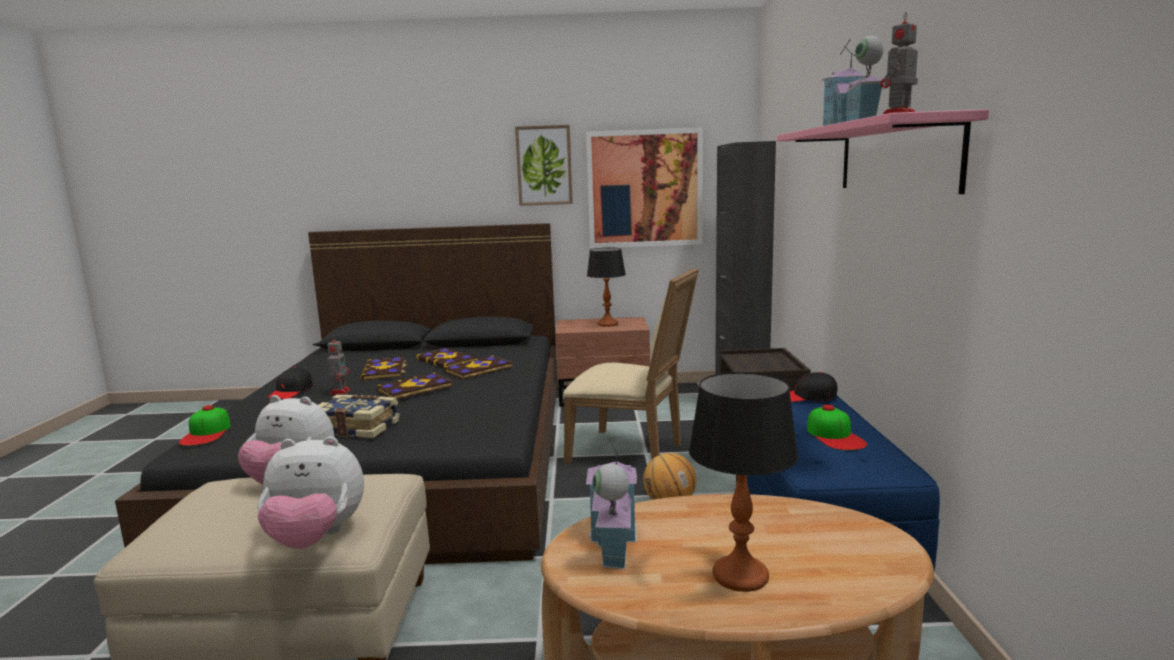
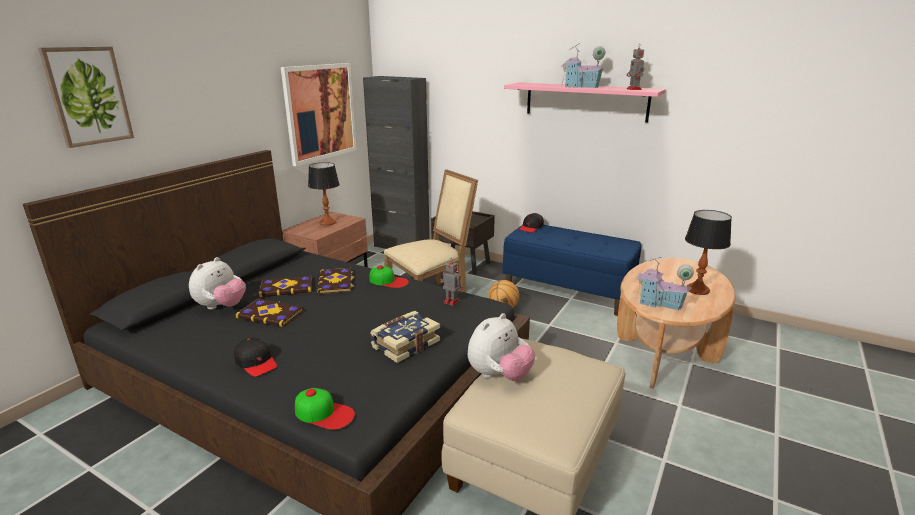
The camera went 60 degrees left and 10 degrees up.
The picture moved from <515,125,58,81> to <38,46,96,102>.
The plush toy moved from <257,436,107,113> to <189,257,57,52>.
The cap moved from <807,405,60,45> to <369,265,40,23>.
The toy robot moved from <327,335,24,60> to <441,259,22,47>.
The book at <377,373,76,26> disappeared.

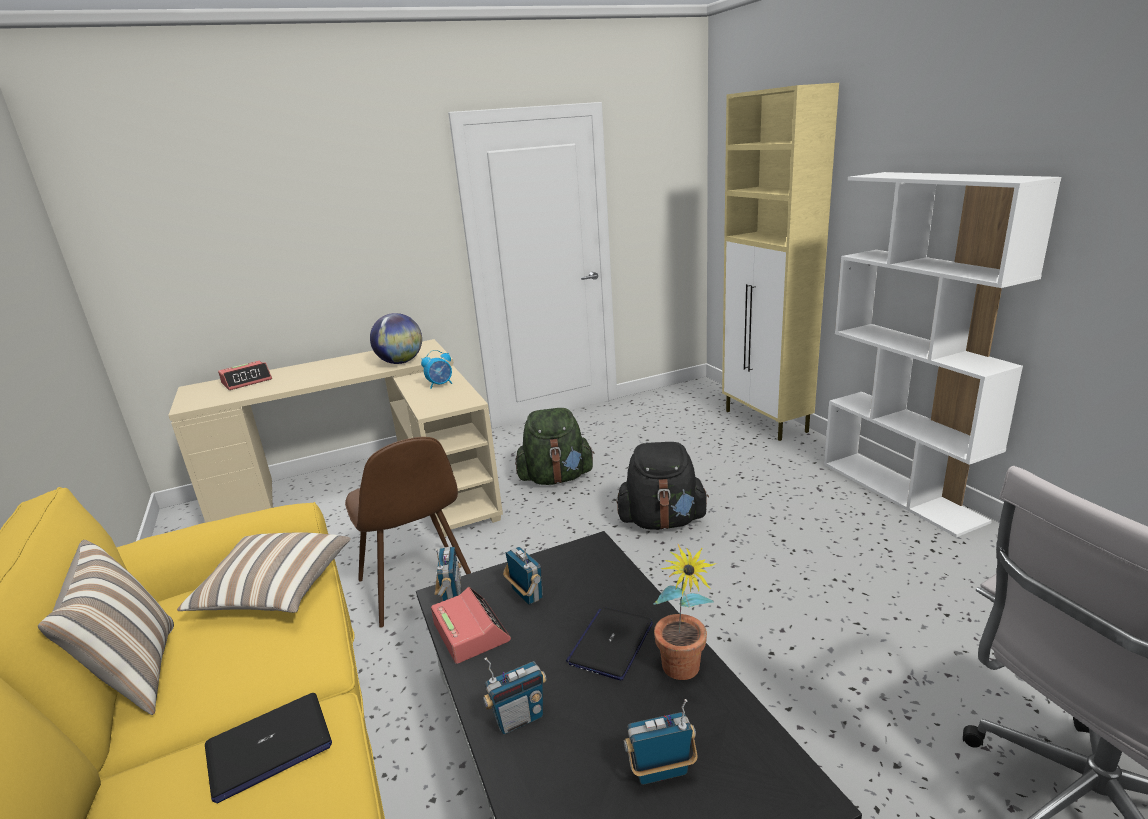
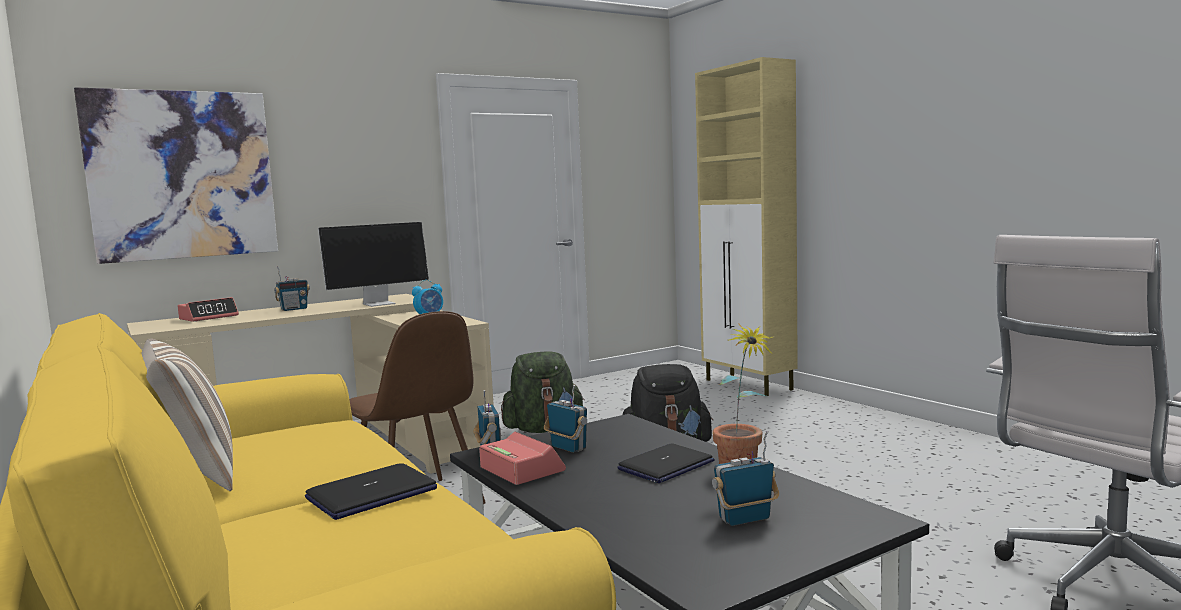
The camera went 10 degrees left and 15 degrees down.
The picture at <74,87,204,177> appeared.
The radio moved from <483,657,64,77> to <274,266,36,45>.
The globe at <370,313,52,51> was replaced by the monitor at <318,222,111,85>.
The laptop at <566,607,87,73> turned 150 degrees counterclockwise.
The pillow at <177,533,174,80> disappeared.
The white bookcase at <824,172,237,365> disappeared.

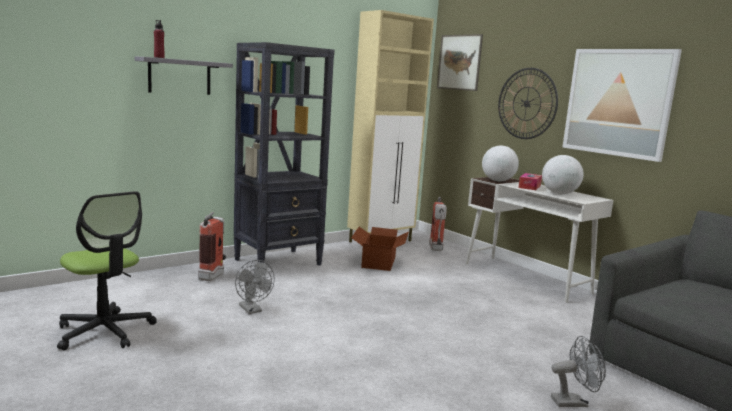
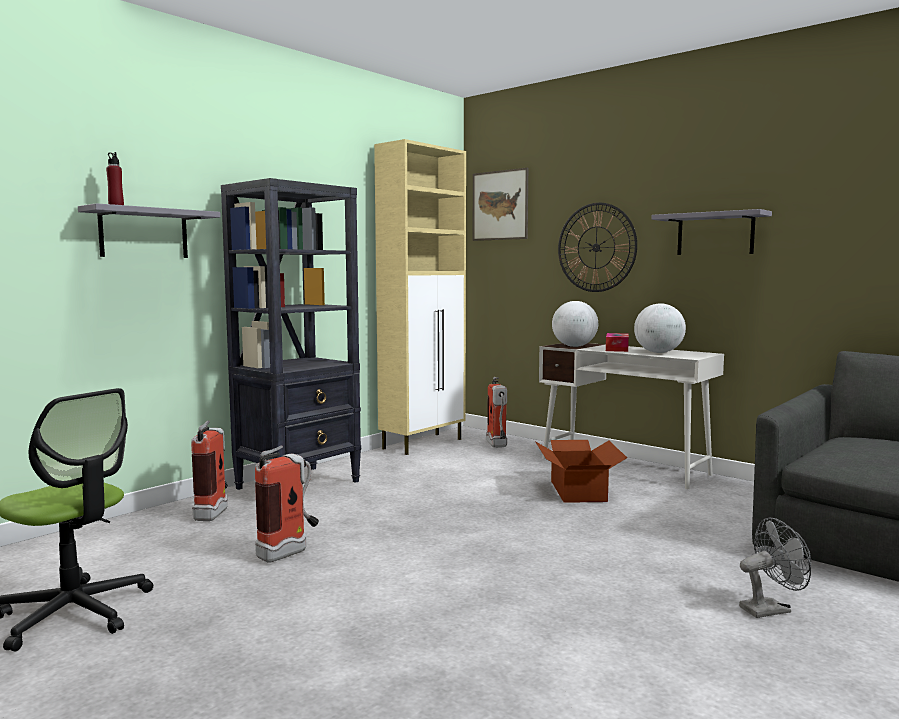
The camera went 10 degrees left and 5 degrees down.
The grey fan at <235,260,40,54> was replaced by the fire extinguisher at <255,445,64,118>.
The cardboard box moved from <351,227,58,44> to <535,440,92,63>.
The picture at <562,49,120,113> was replaced by the grey shelf at <651,209,121,46>.

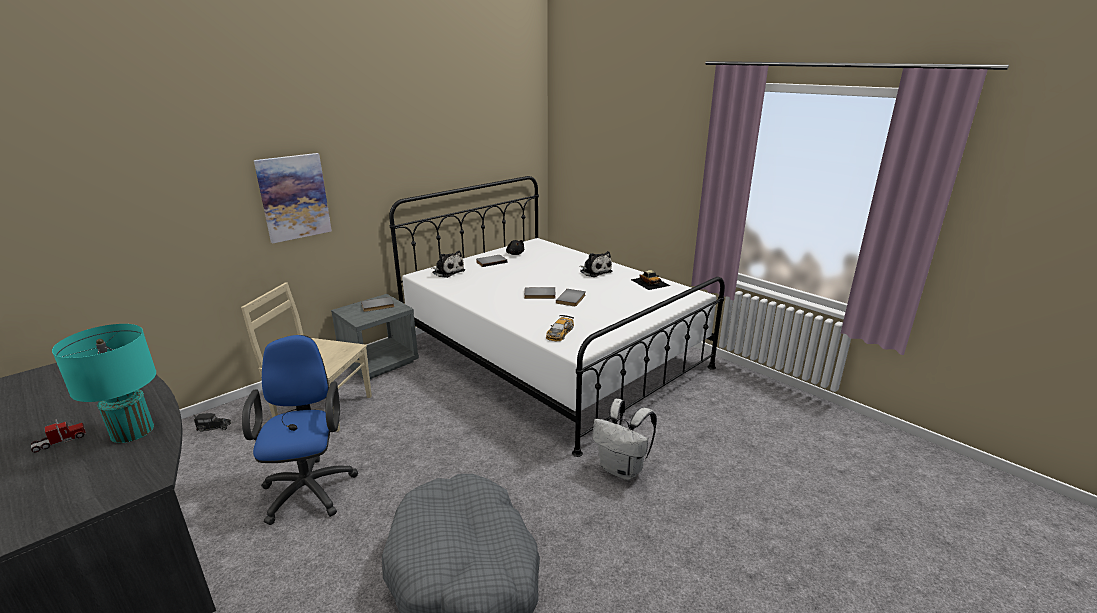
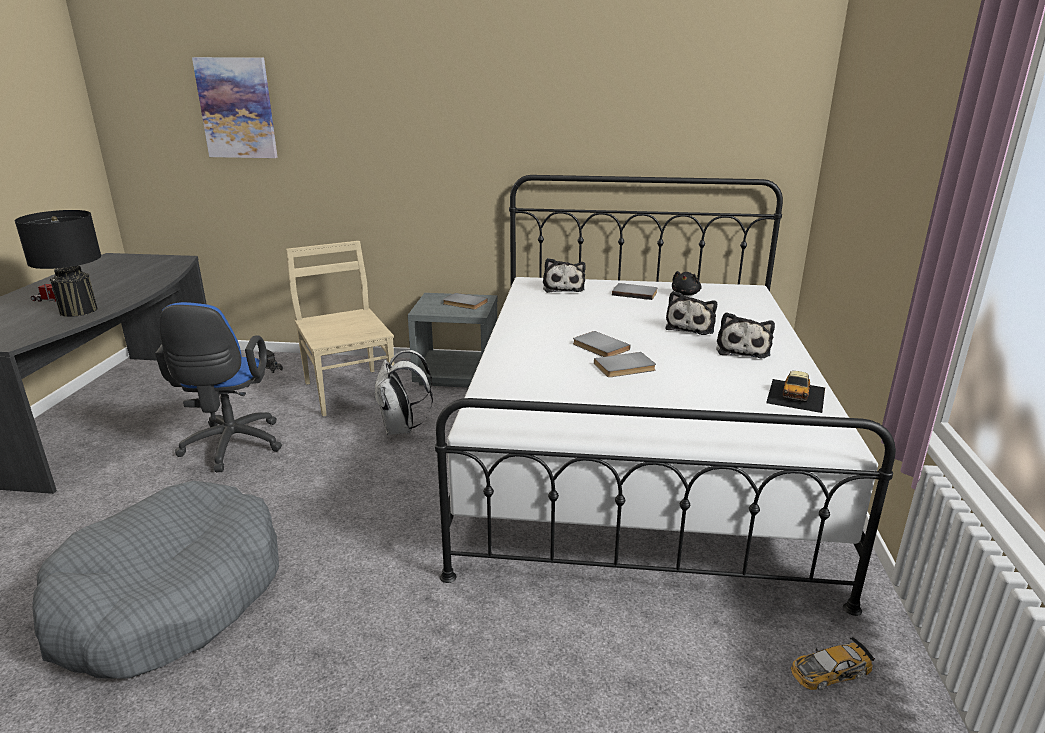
The camera went 50 degrees right and 0 degrees up.
The turquoise table lamp at <52,324,104,119> became the black table lamp at <15,210,86,107>.
The blue office chair at <242,335,116,190> turned 135 degrees clockwise.
The picture moved from <254,153,78,90> to <192,57,86,101>.
The white backpack moved from <592,399,65,81> to <374,350,59,85>.
The plush toy at <666,291,51,44> appeared.
The toy car moved from <546,315,28,26> to <791,637,84,53>.

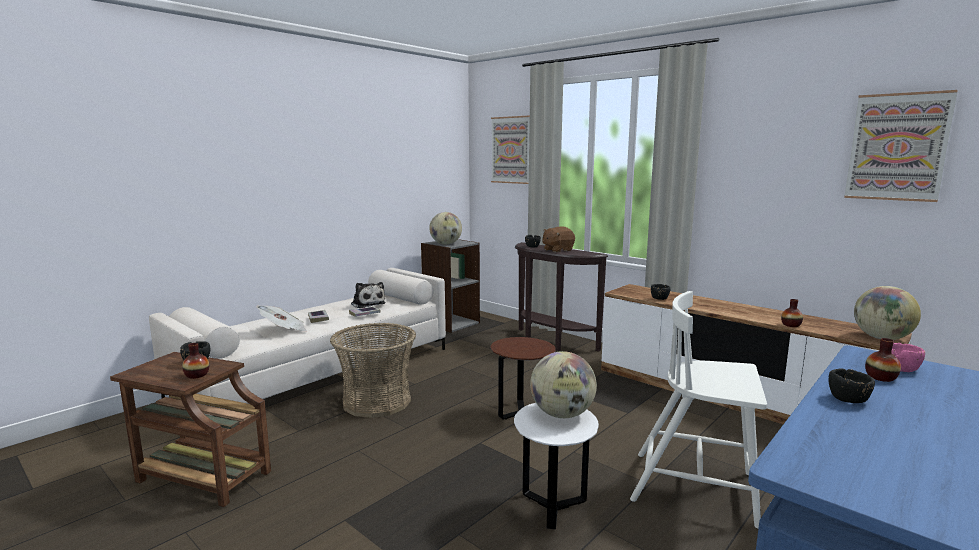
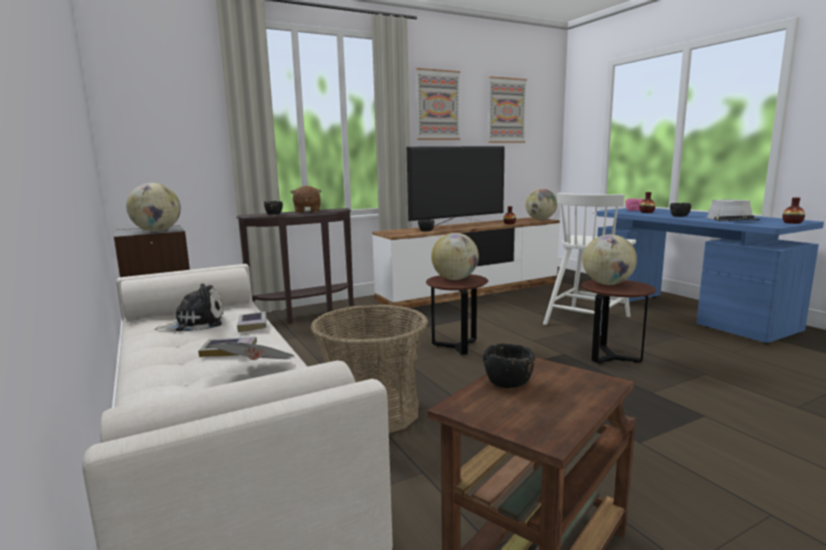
The camera went 70 degrees left and 0 degrees up.
The television at <407,146,98,80> appeared.
The picture moved from <491,115,39,69> to <416,68,44,72>.
The globe at <431,233,48,47> appeared.
The white side table at <514,403,85,126> became the brown side table at <581,280,75,84>.
The grey hat at <707,200,53,21> appeared.
The vase moved from <182,343,27,36> to <782,197,23,27>.

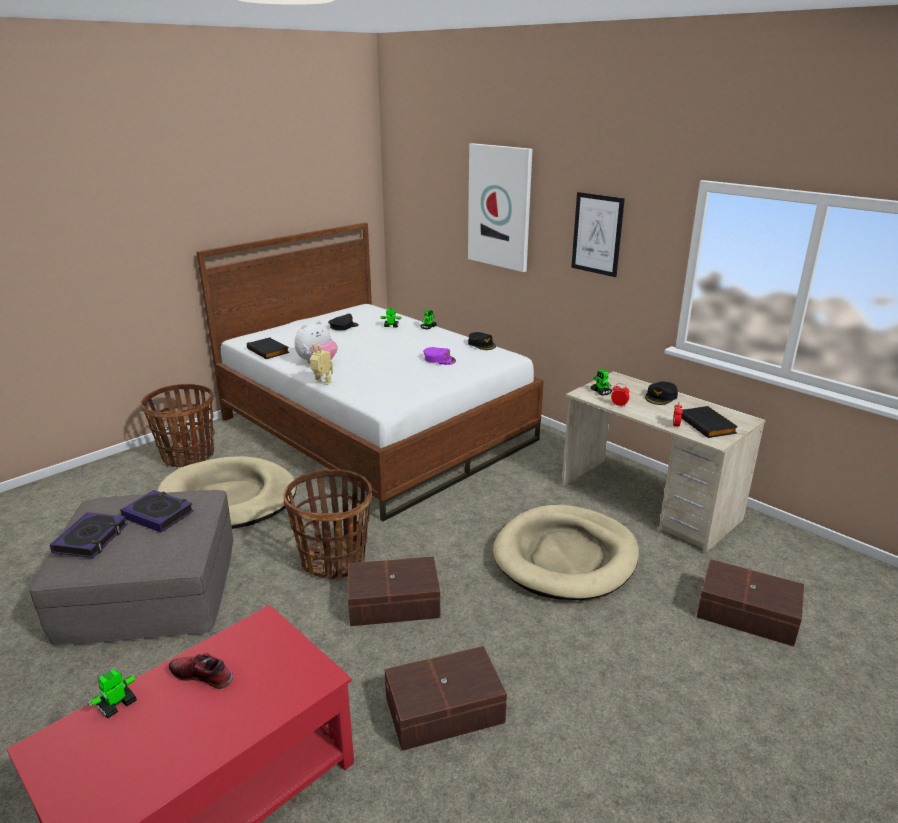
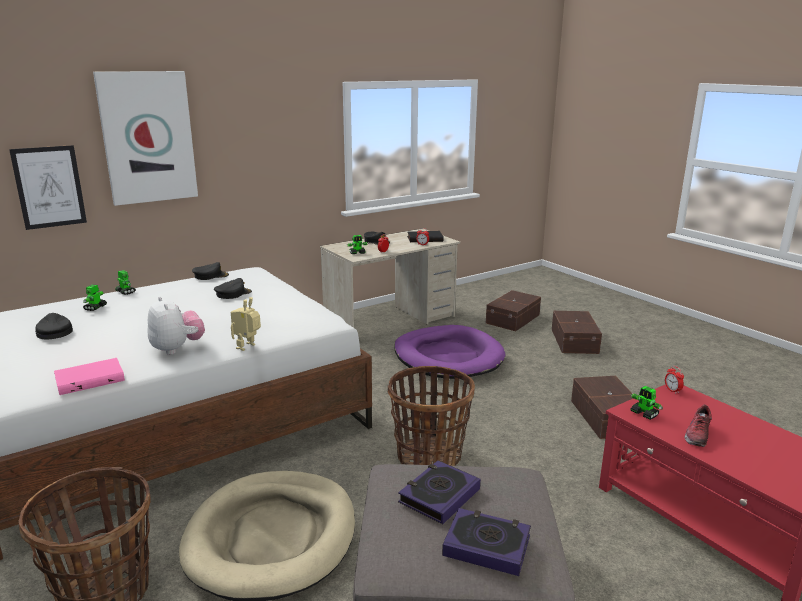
The camera went 80 degrees left and 5 degrees down.
The picture moved from <571,192,54,85> to <9,145,78,85>.
The black book at <247,337,42,22> became the pink book at <54,358,71,37>.
The purple cap at <423,347,33,18> became the black cap at <214,278,38,21>.
The beige dog bed at <493,505,146,95> became the purple dog bed at <394,325,111,54>.
The brown storage box moved from <348,556,92,70> to <552,311,50,43>.
The toy robot moved from <87,669,50,49> to <630,386,33,34>.
The alarm clock at <665,366,19,28> appeared.

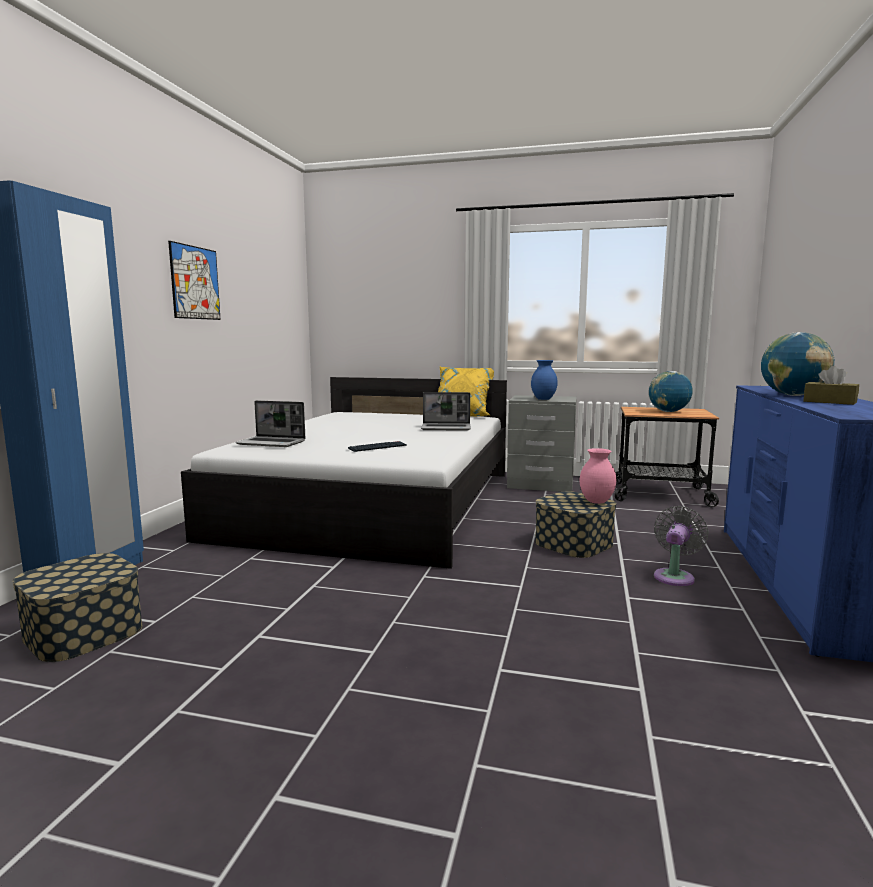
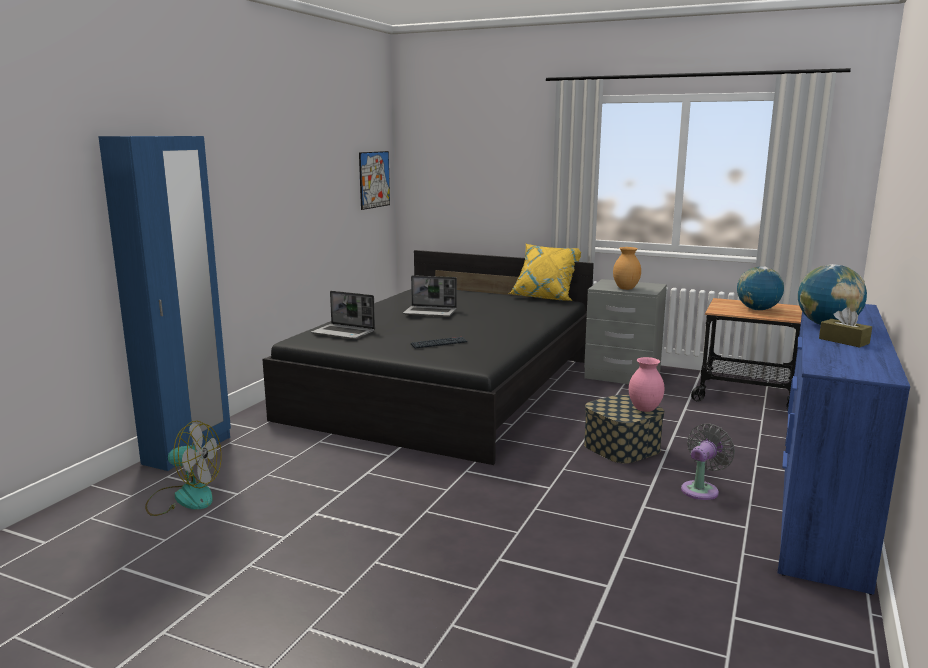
The camera went 10 degrees right and 5 degrees up.
The storage box at <12,553,131,109> was replaced by the fan at <145,421,77,95>.
The white bed at <181,377,326,192> became the black bed at <262,250,332,215>.
The picture moved from <168,241,53,79> to <359,151,31,59>.
The laptop moved from <421,392,50,38> to <403,275,54,42>.
The blue vase at <531,360,27,40> became the brown vase at <613,247,28,43>.

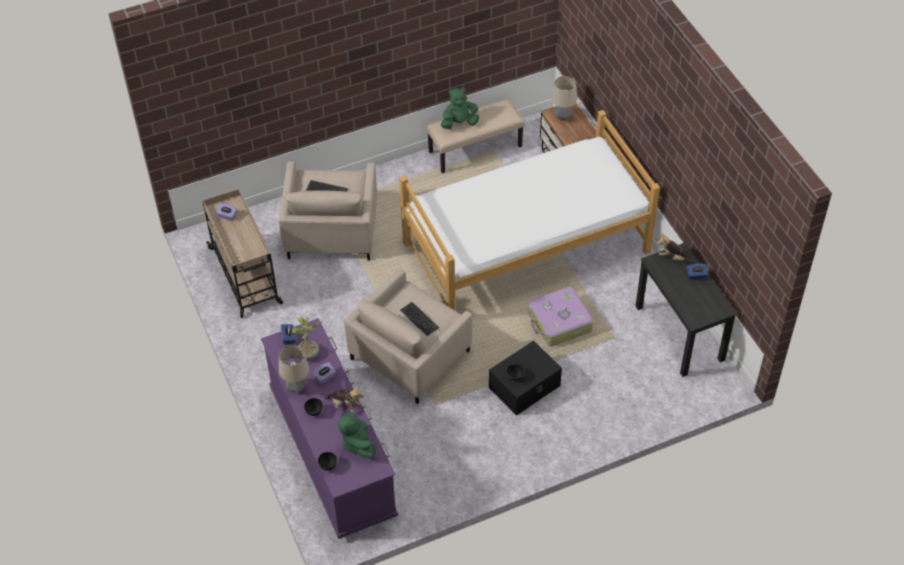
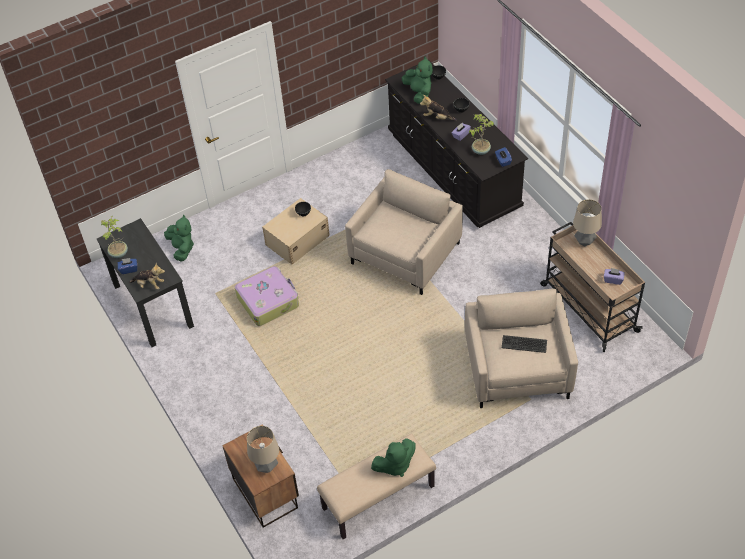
The camera went 175 degrees right and 0 degrees up.
The potted plant at <101,216,27,42> appeared.
The green plush toy at <164,215,30,47> appeared.
The black storage box at <489,341,73,74> became the beige storage box at <262,198,68,67>.
The purple dresser at <261,318,137,221> became the black dresser at <385,63,143,165>.
The table lamp moved from <279,345,30,47> to <573,199,29,47>.
The bed at <399,110,261,200> disappeared.
The keyboard at <400,302,39,34> disappeared.

